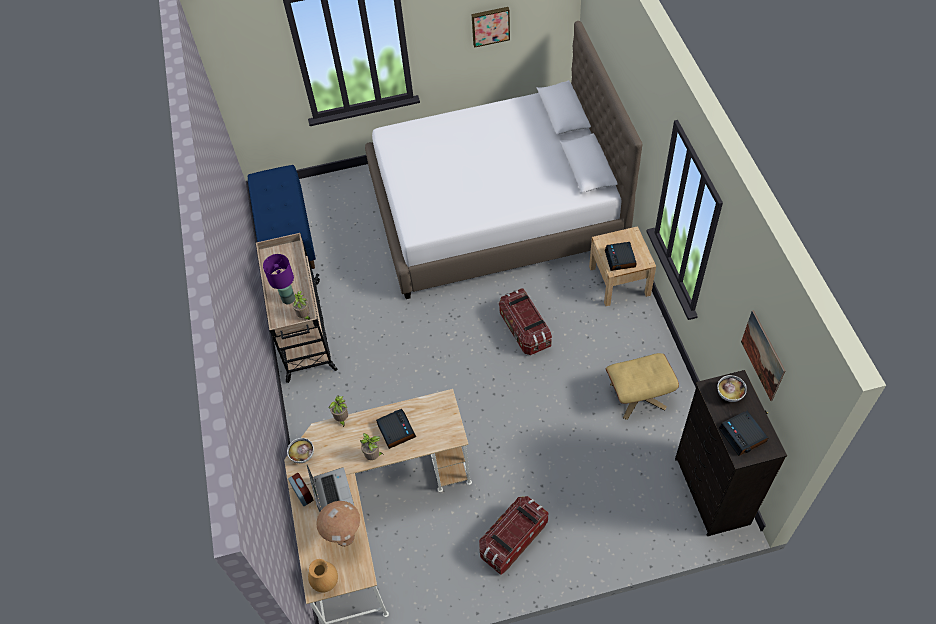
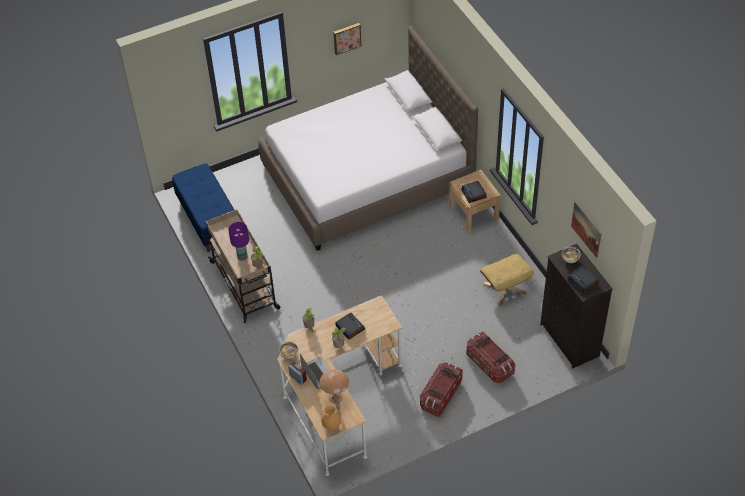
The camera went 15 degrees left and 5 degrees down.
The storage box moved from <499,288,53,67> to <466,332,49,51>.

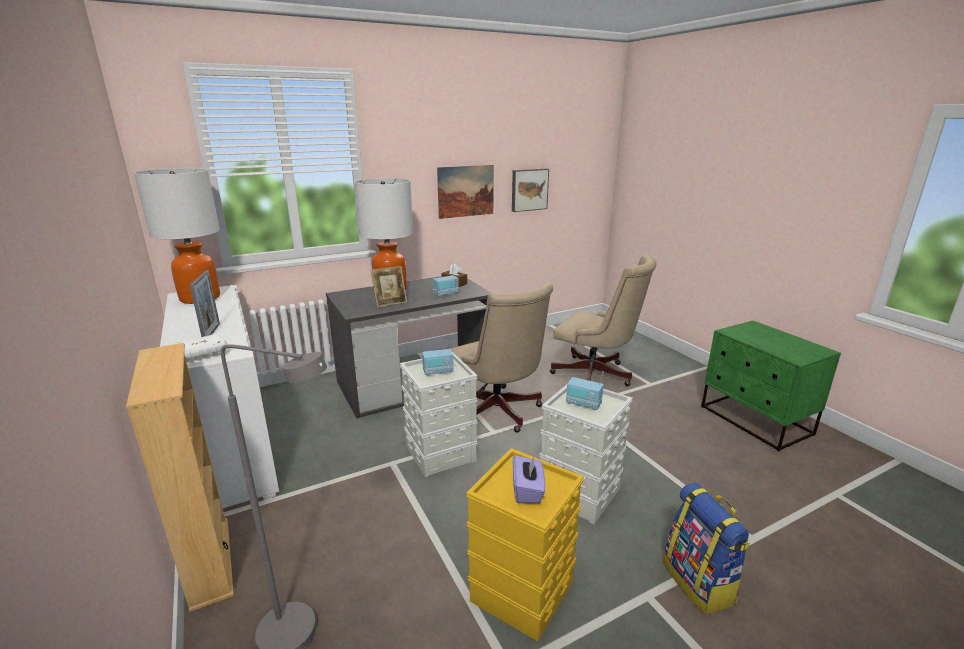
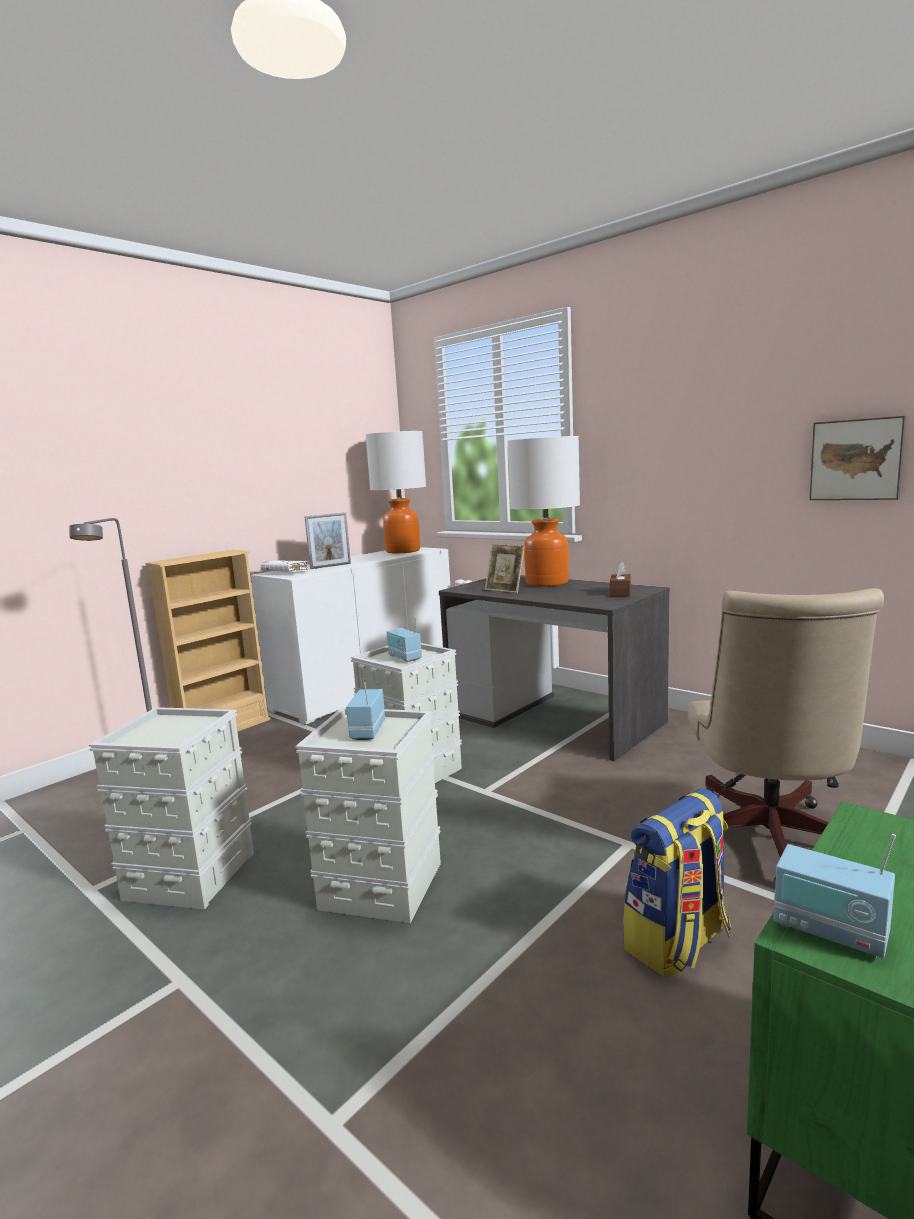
The camera went 70 degrees right and 10 degrees down.
The yellow storage box at <466,448,118,194> became the grey storage box at <89,707,165,202>.
The backpack moved from <663,483,87,131> to <623,788,108,190>.
The radio moved from <433,266,26,31> to <774,834,122,124>.
The picture at <437,165,57,54> disappeared.
The beige office chair at <451,282,102,151> disappeared.
The purple tissue box at <513,454,33,50> disappeared.

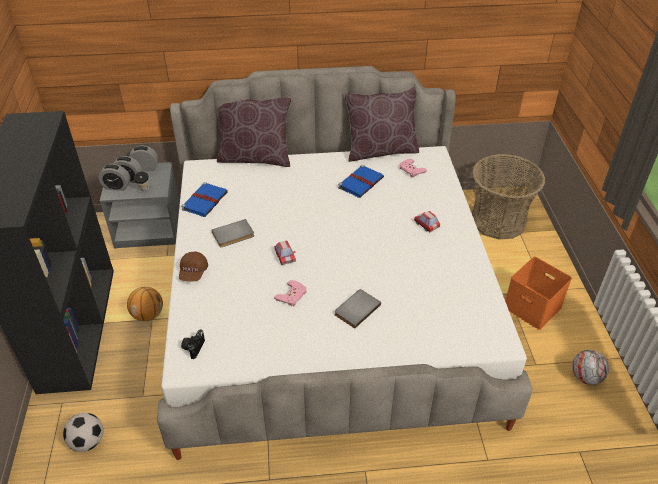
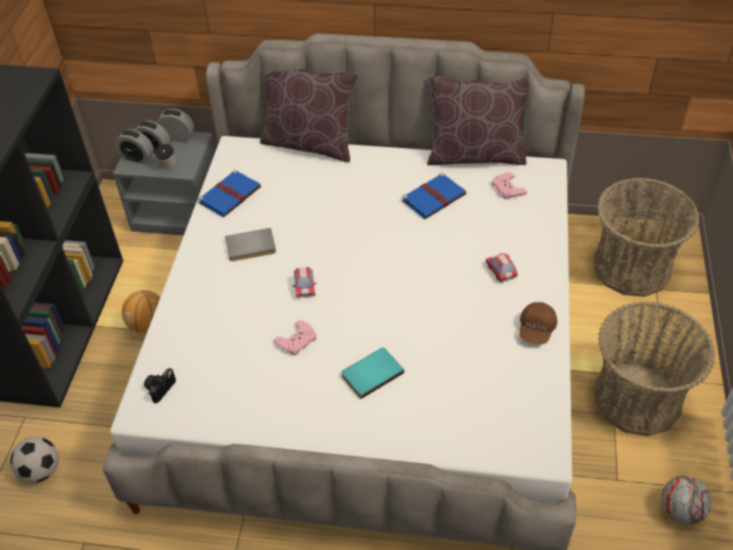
The camera went 15 degrees right and 5 degrees up.
The grey book at <335,289,46,40> became the turquoise book at <341,348,63,51>.
The brown cap moved from <179,251,29,30> to <519,302,38,42>.
The orange storage box at <505,257,67,73> was replaced by the basket at <594,301,121,135>.

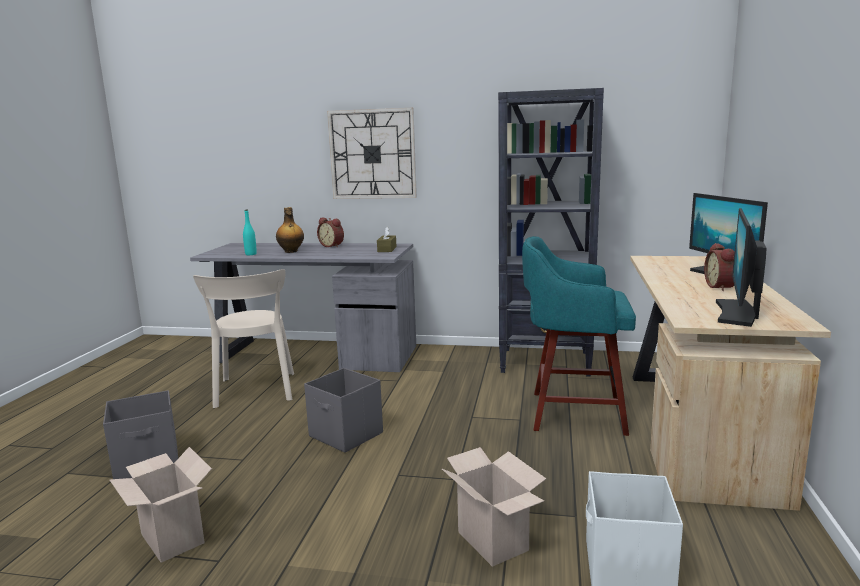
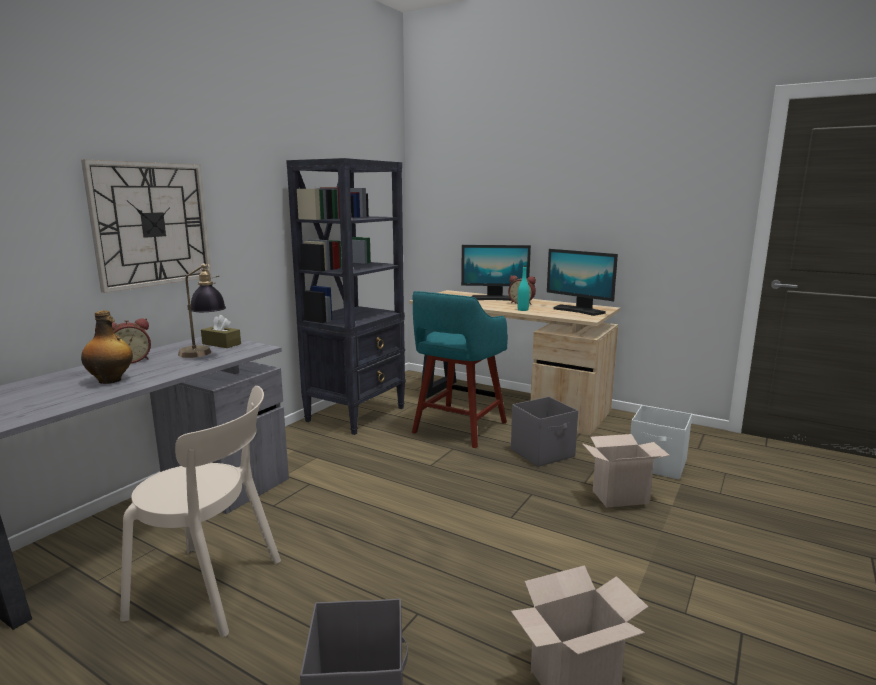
The camera went 70 degrees left and 0 degrees up.
The table lamp at <178,263,48,95> appeared.
The grey storage box moved from <304,368,79,85> to <511,397,67,70>.
The turquoise bottle moved from <243,210,14,45> to <517,266,13,45>.

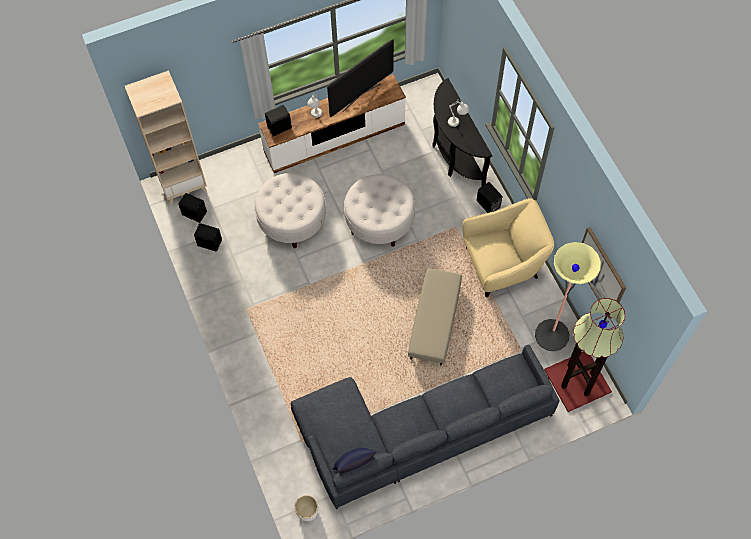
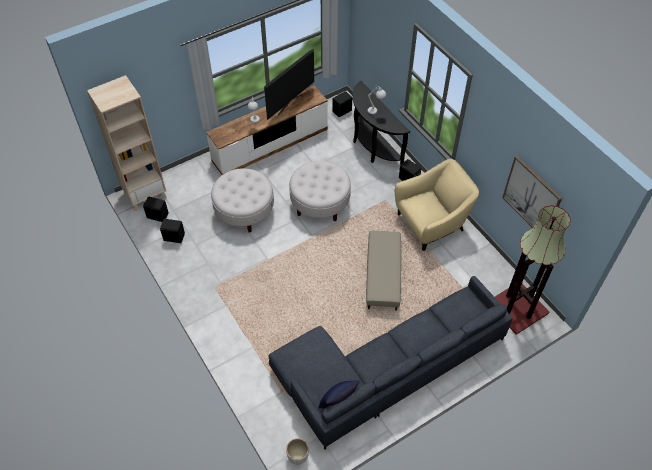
The camera went 10 degrees left and 10 degrees down.
The black speaker moved from <265,105,27,31> to <332,91,20,26>.
The floor lamp at <535,242,66,109> disappeared.

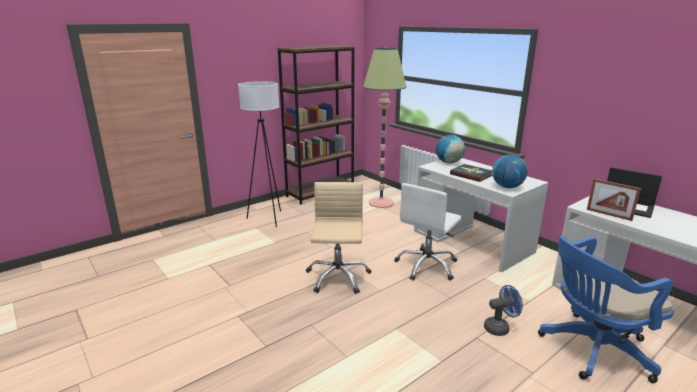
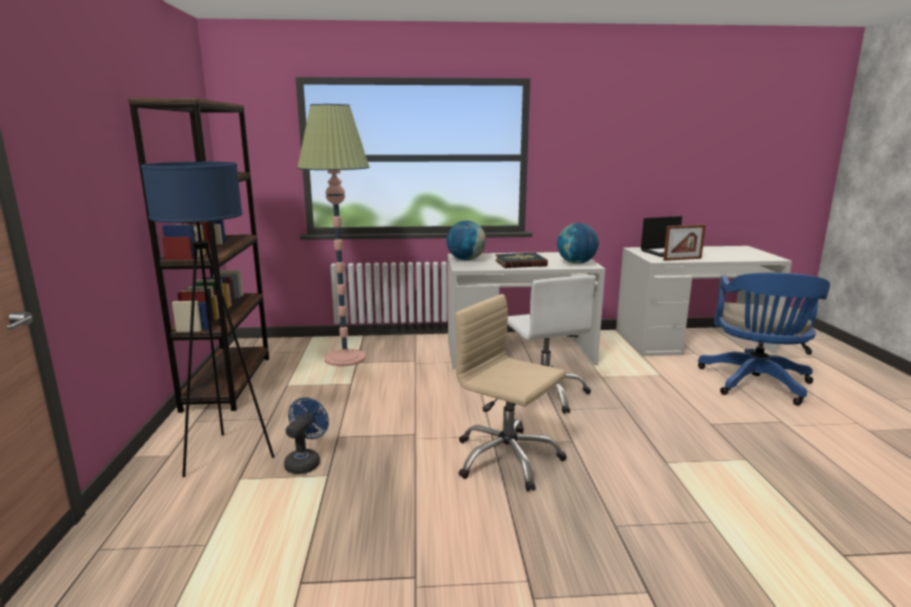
The camera went 55 degrees left and 5 degrees down.
The white floor lamp at <238,81,43,146> became the blue floor lamp at <141,162,133,315>.
The blue fan moved from <484,285,39,51> to <284,397,45,77>.

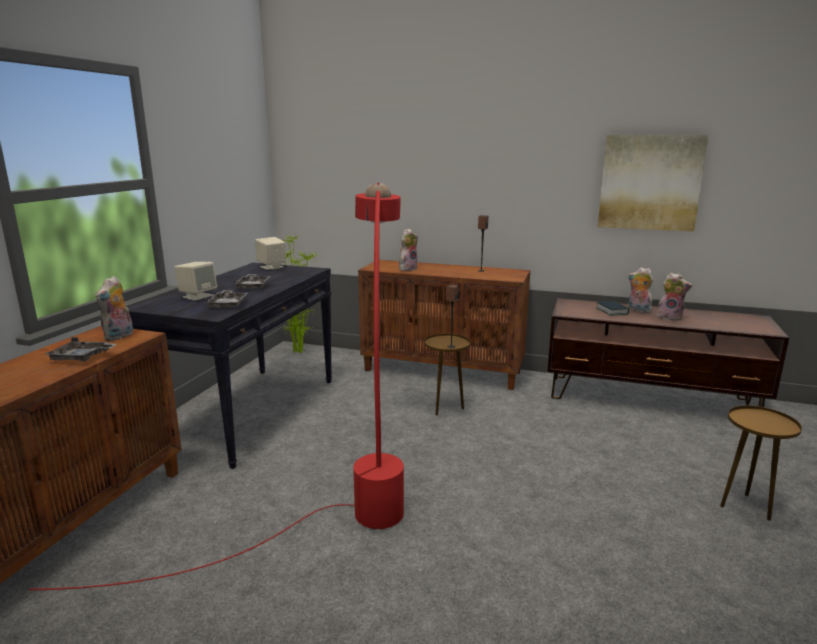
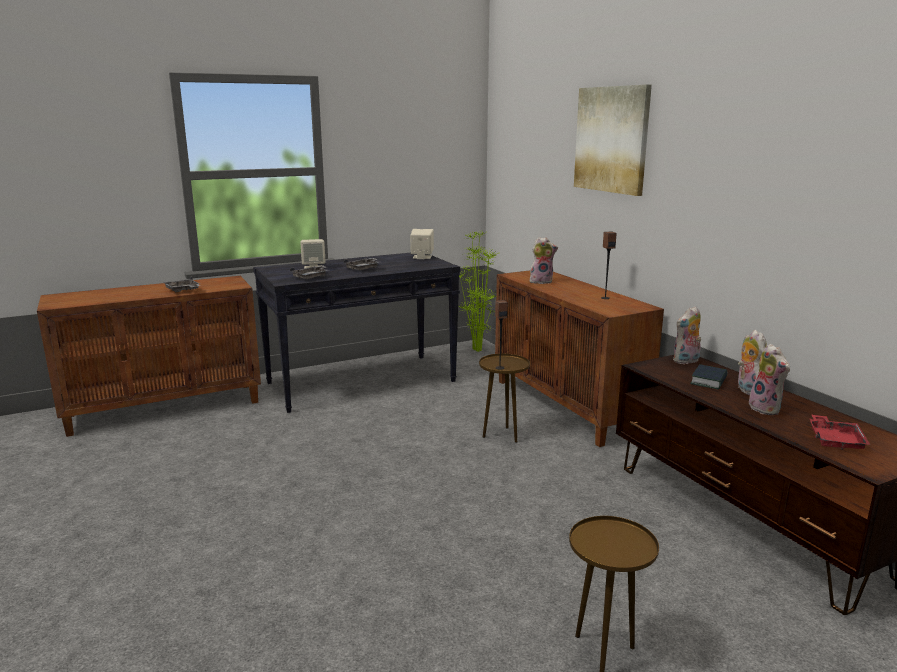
The camera went 45 degrees right and 0 degrees up.
The picture moved from <598,135,111,97> to <574,84,78,112>.
The plush toy moved from <95,276,38,65> to <673,306,28,58>.
The red tray at <810,414,60,36> appeared.
The red floor lamp at <29,183,375,407> disappeared.

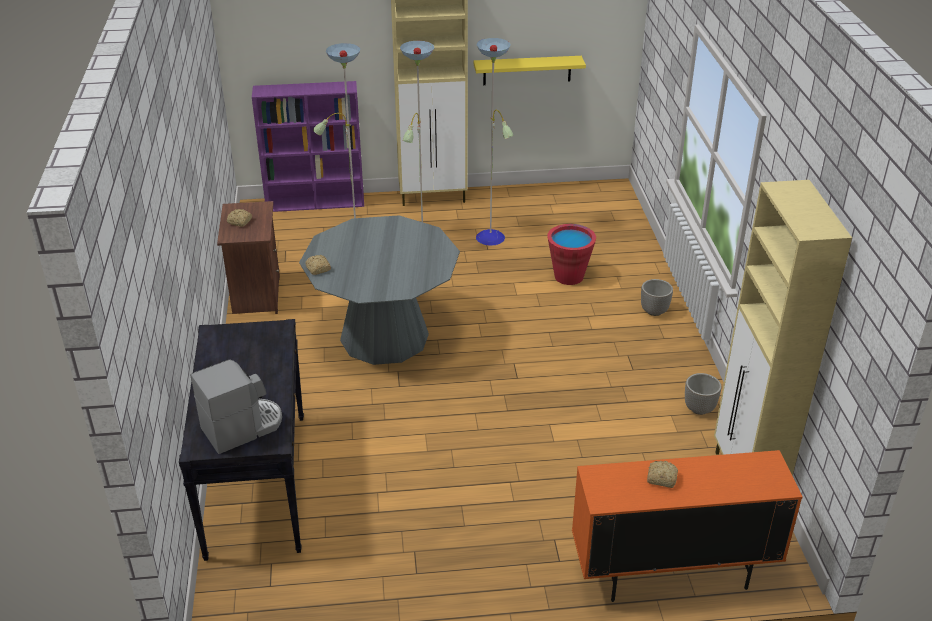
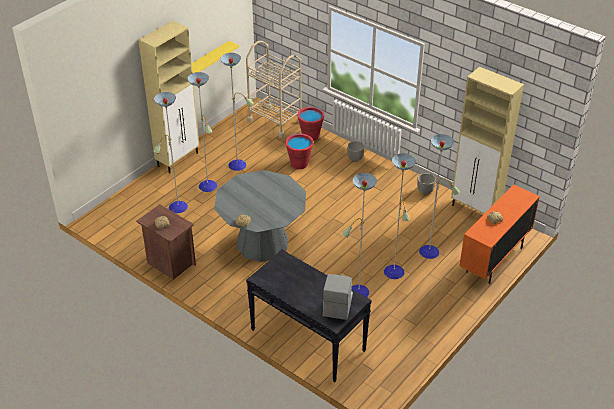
The camera went 45 degrees left and 5 degrees up.
The beige cart at <246,41,55,97> appeared.
The red bucket at <297,107,28,34> appeared.
The floor lamp at <342,134,118,164> appeared.
The purple bookcase at <252,81,112,131> disappeared.

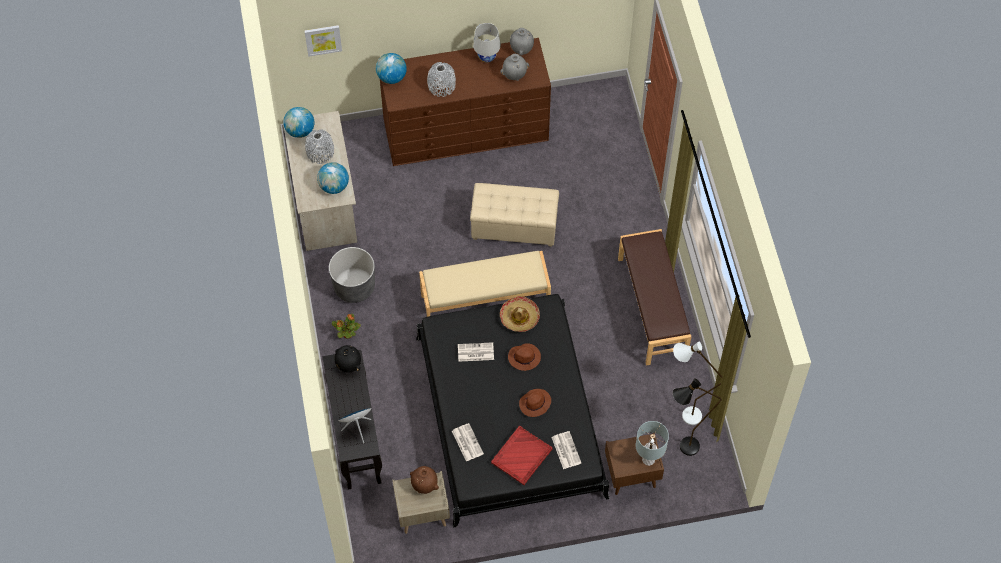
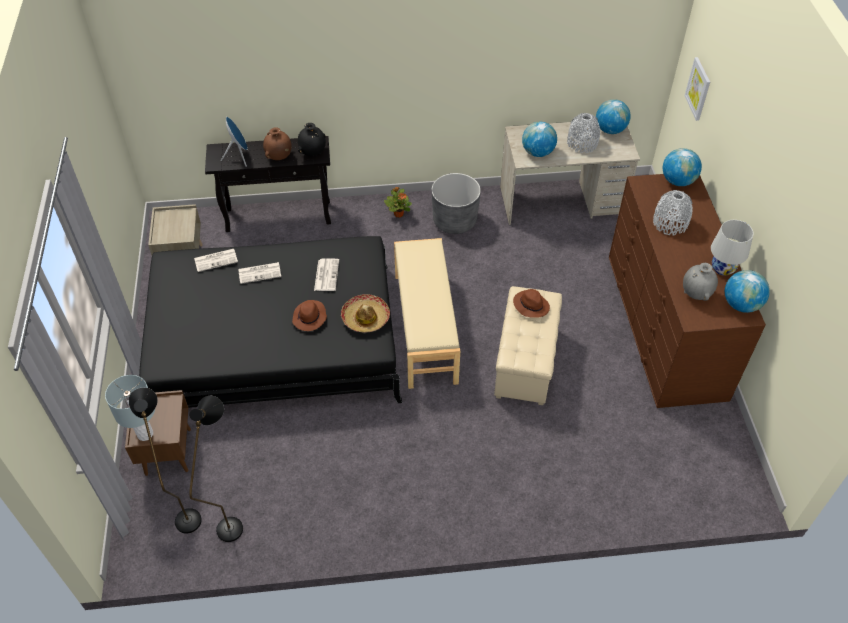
The camera went 95 degrees right and 10 degrees down.
The white floor lamp at <673,342,50,83> became the black floor lamp at <189,396,54,146>.
The newspaper moved from <551,431,30,38> to <238,262,43,22>.
The brown vase moved from <410,466,29,28> to <263,127,29,33>.
The brown hat moved from <519,389,32,28> to <513,289,37,29>.
The grey vase at <510,28,24,28> was replaced by the globe at <725,270,45,43>.
The red tray at <491,426,61,59> disappeared.
The brown bench at <618,229,73,137> disappeared.

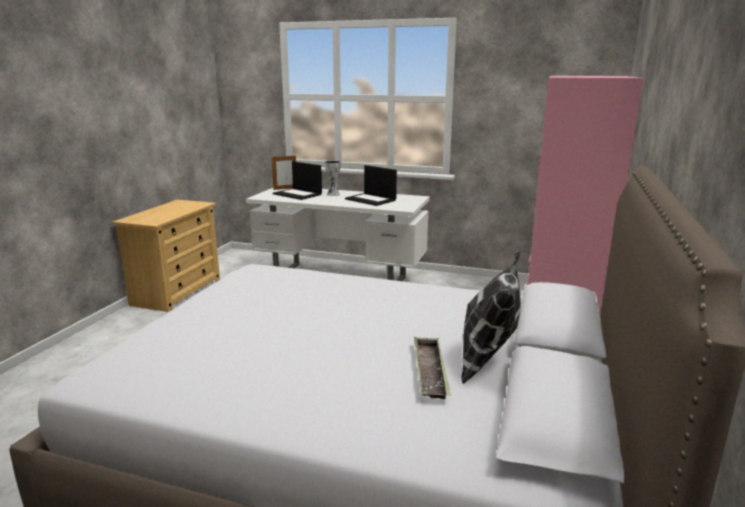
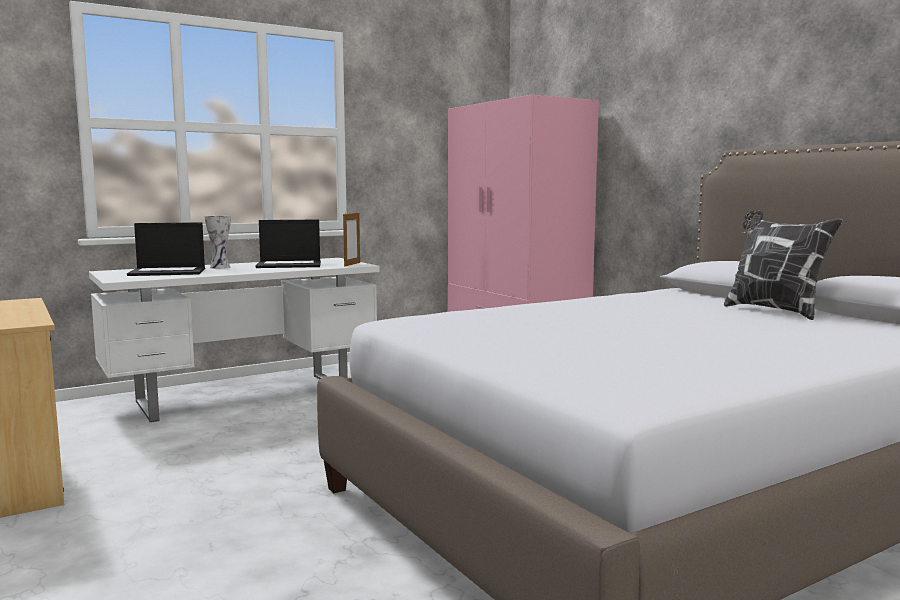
The camera went 50 degrees left and 10 degrees down.
The picture frame moved from <271,155,25,35> to <343,211,17,56>.
The tray at <414,337,37,62> disappeared.

